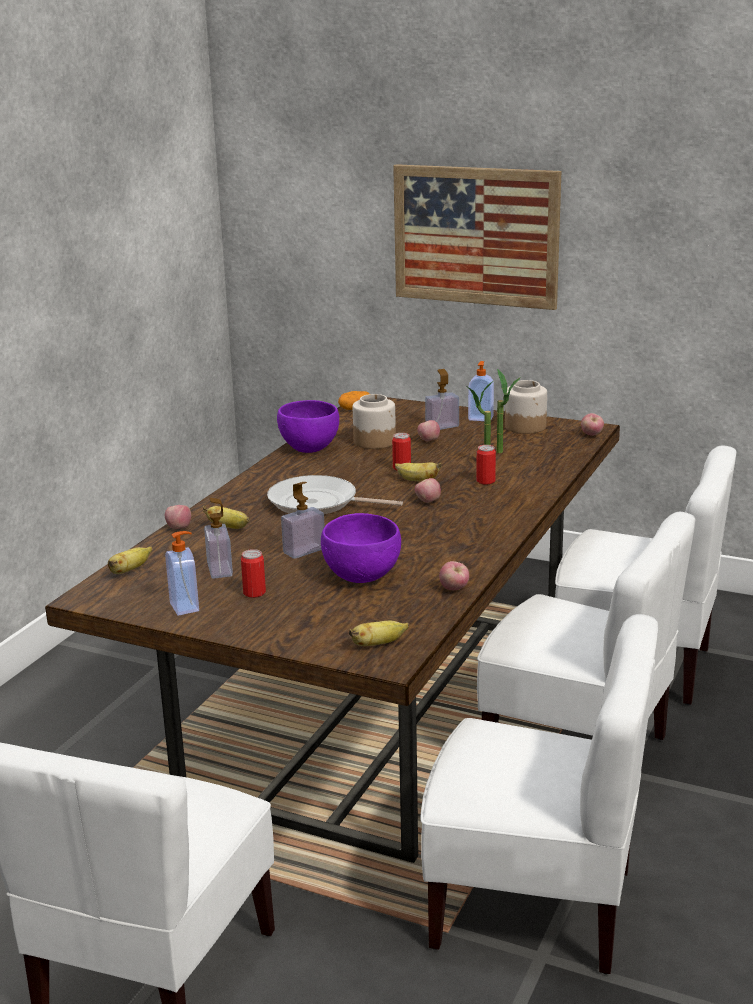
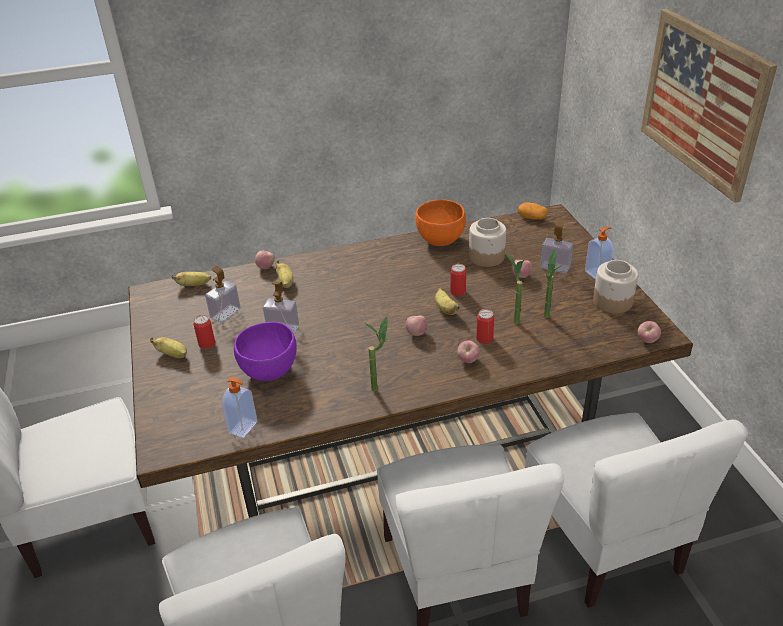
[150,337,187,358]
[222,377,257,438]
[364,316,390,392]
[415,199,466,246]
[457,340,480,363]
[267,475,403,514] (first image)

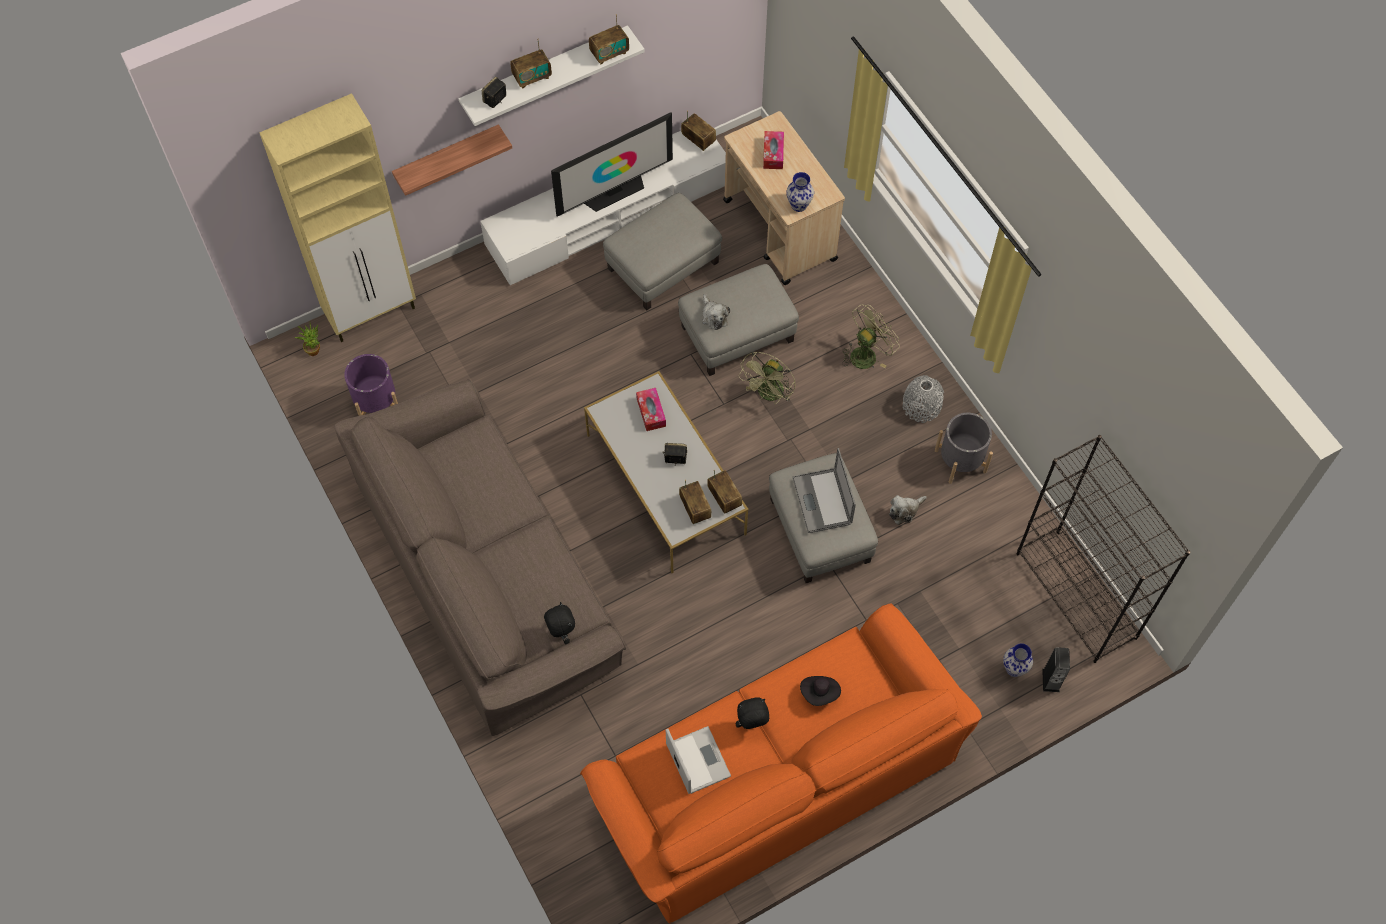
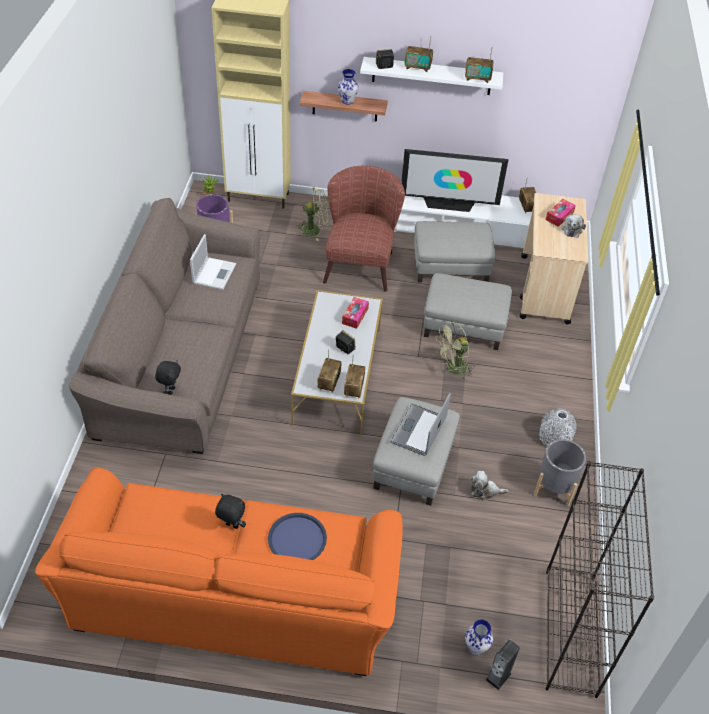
[190,234,236,290]
[268,513,327,560]
[296,186,328,241]
[323,166,405,291]
[338,69,359,105]
[561,214,586,238]

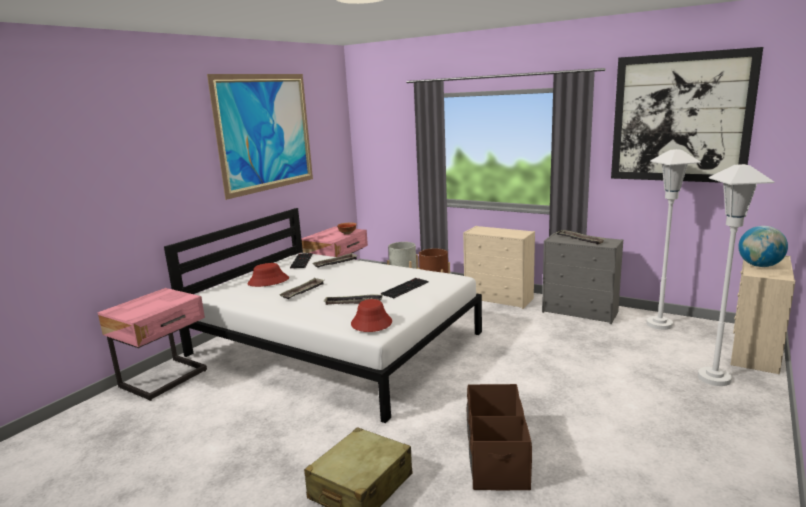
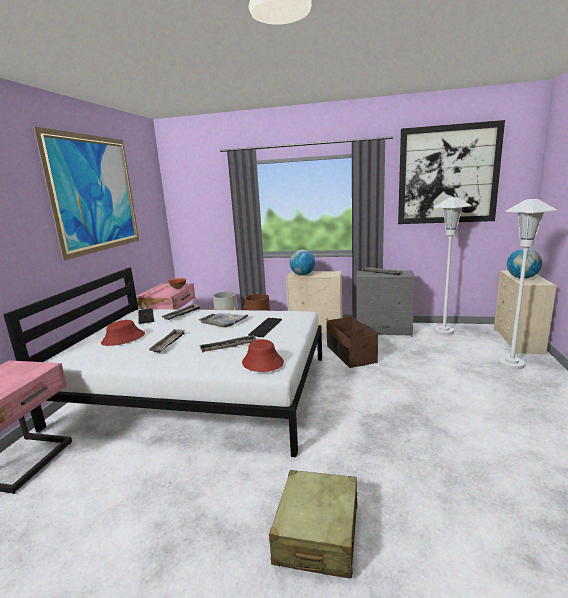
[199,313,249,327]
[289,249,315,275]
[327,317,378,368]

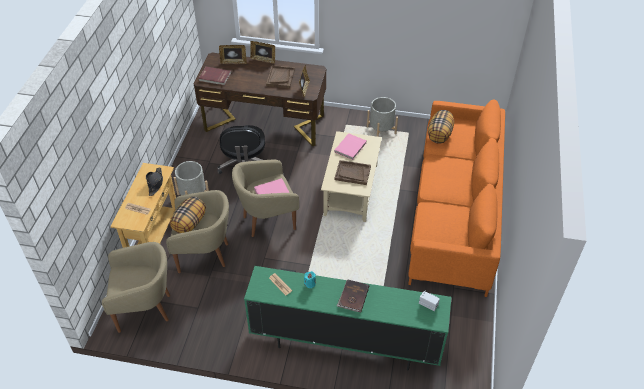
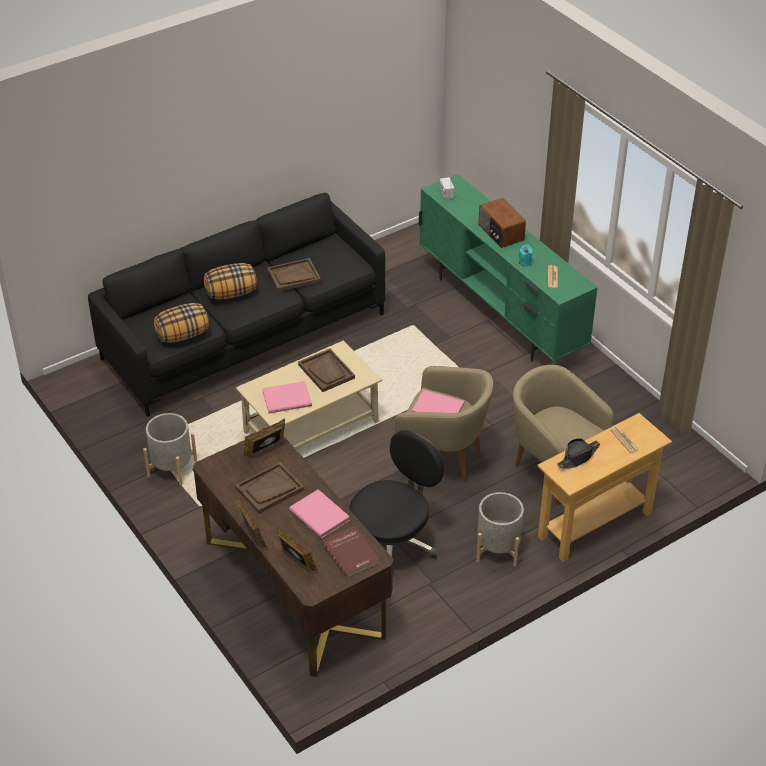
[88,193,385,417]
[204,263,257,300]
[267,258,321,292]
[289,489,350,539]
[479,198,526,248]
[102,242,170,333] (first image)

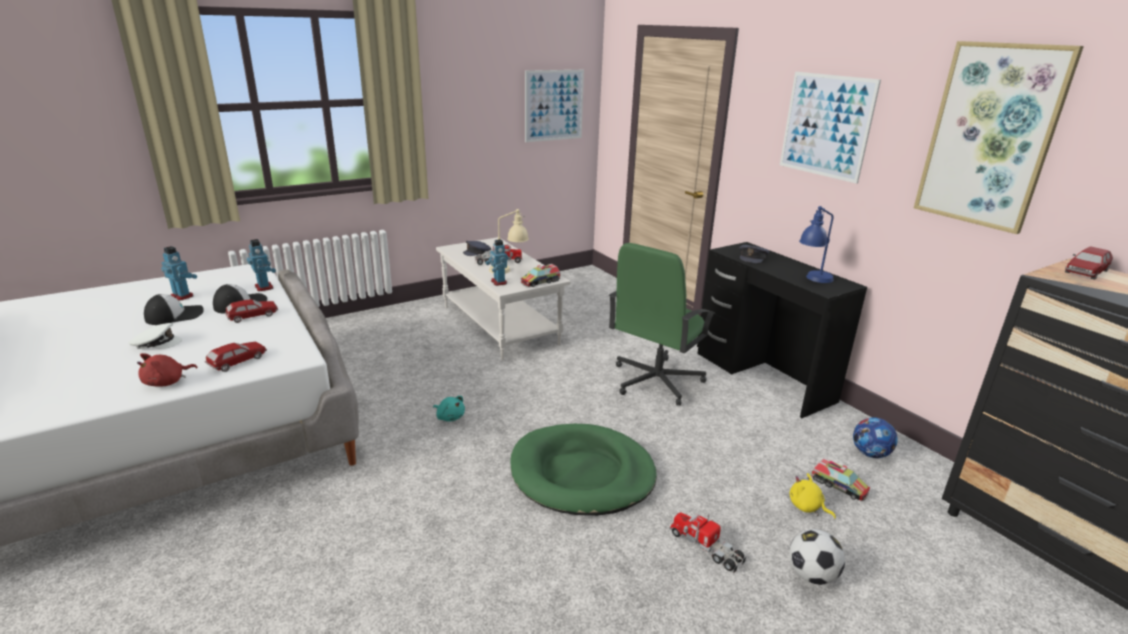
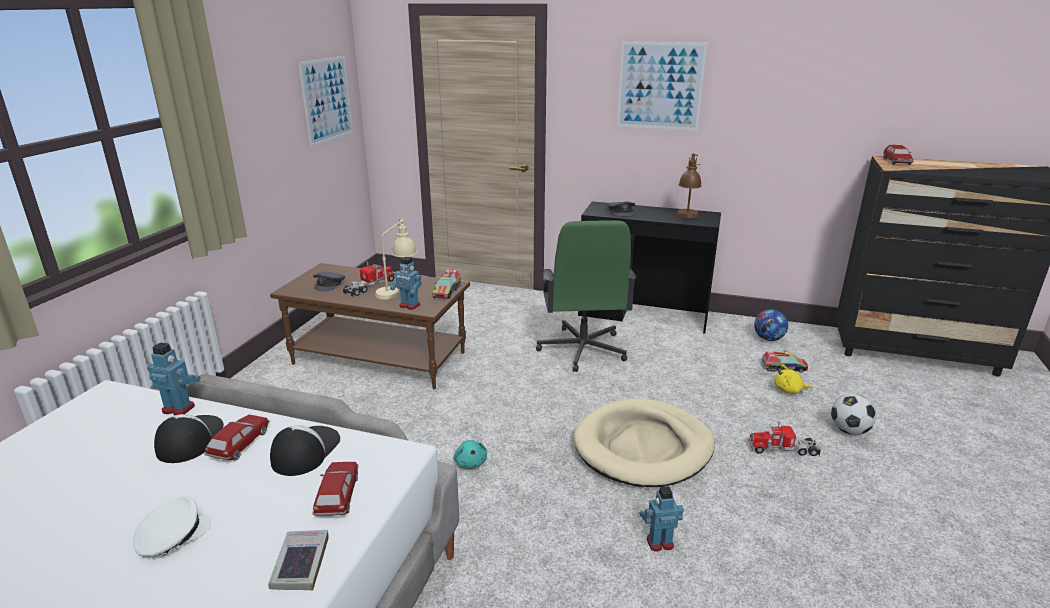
[268,530,329,590]
[270,263,470,389]
[270,425,340,476]
[453,440,487,469]
[573,399,715,487]
[640,486,684,552]
[676,153,701,218]
[914,41,1084,234] (first image)

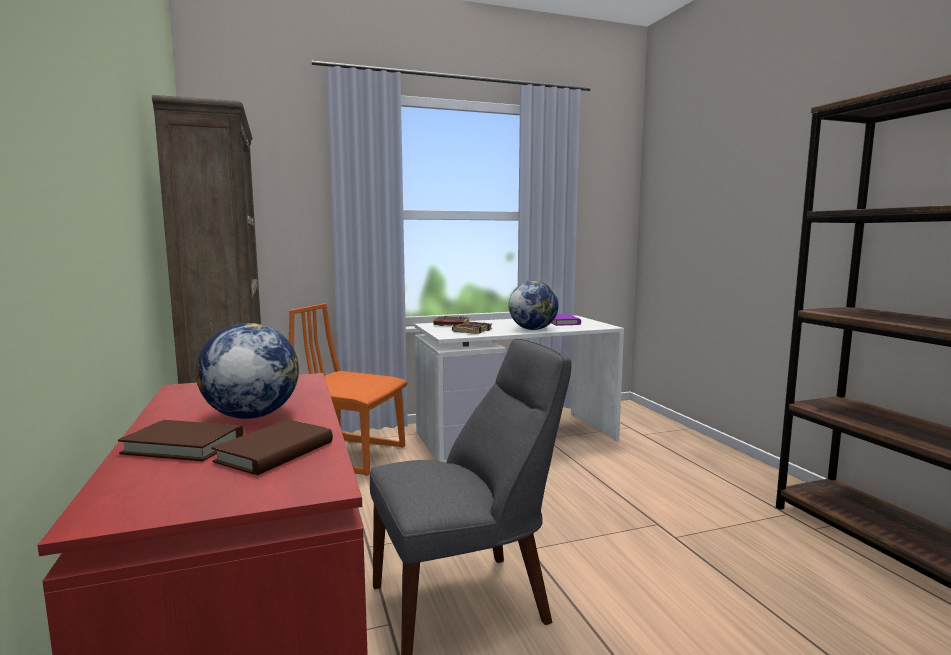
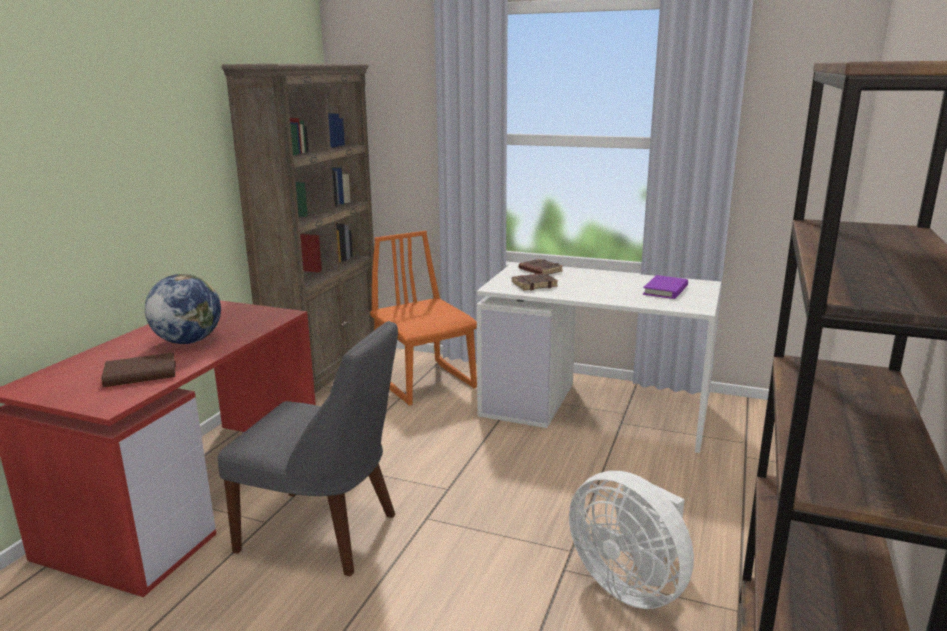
[569,471,694,609]
[118,420,243,461] (first image)
[509,281,559,330] (first image)

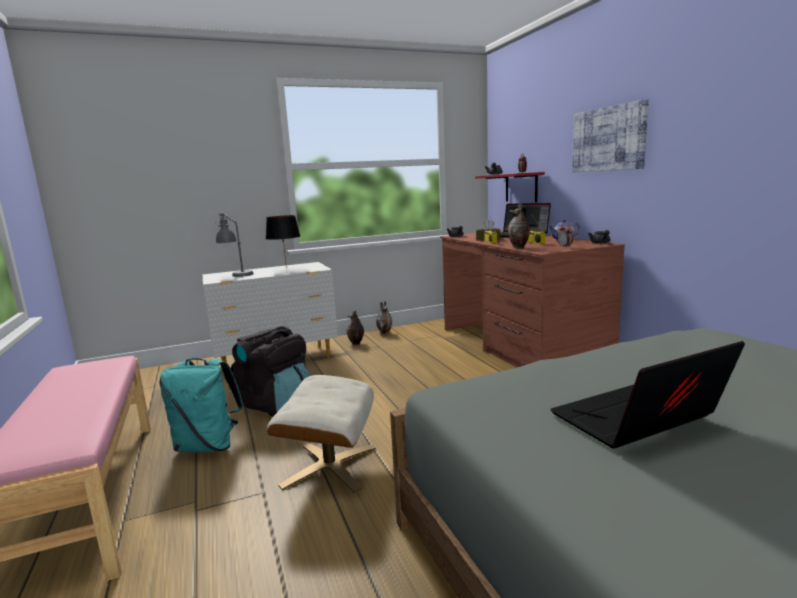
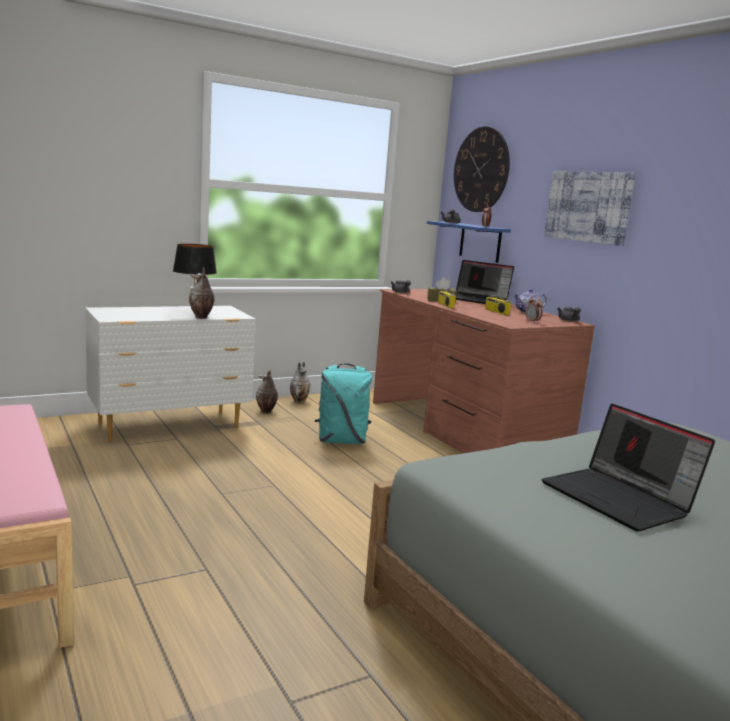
[189,267,214,319]
[315,363,372,444]
[427,221,511,263]
[454,126,510,212]
[541,404,715,531]
[216,213,254,277] (first image)
[230,326,310,416] (first image)
[267,375,376,493] (first image)

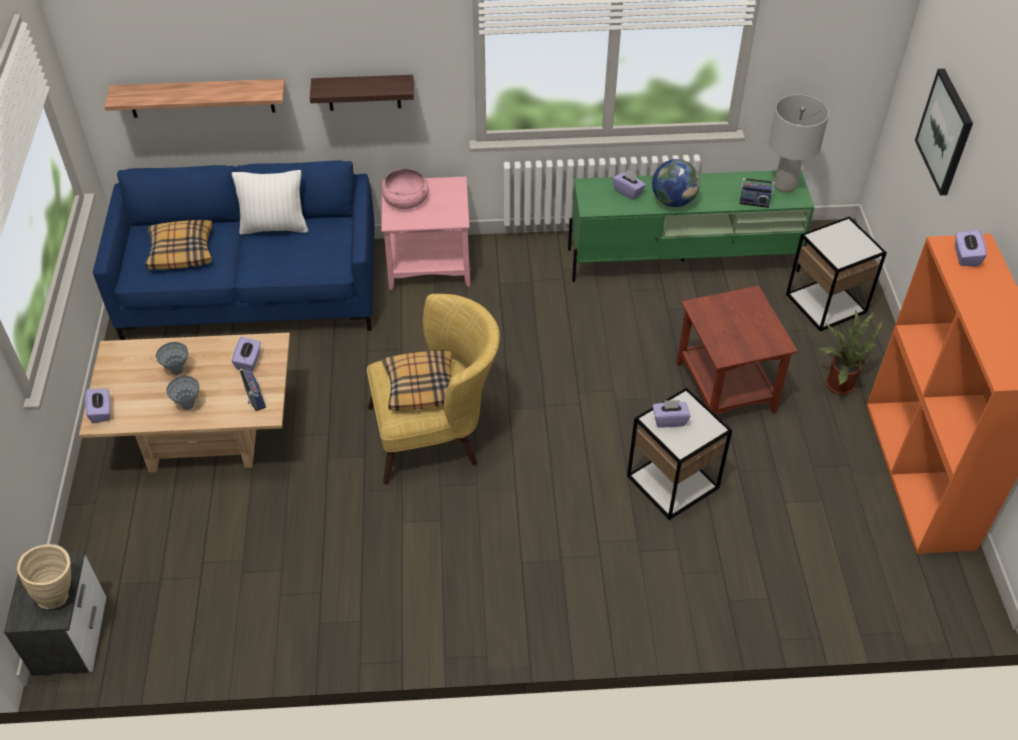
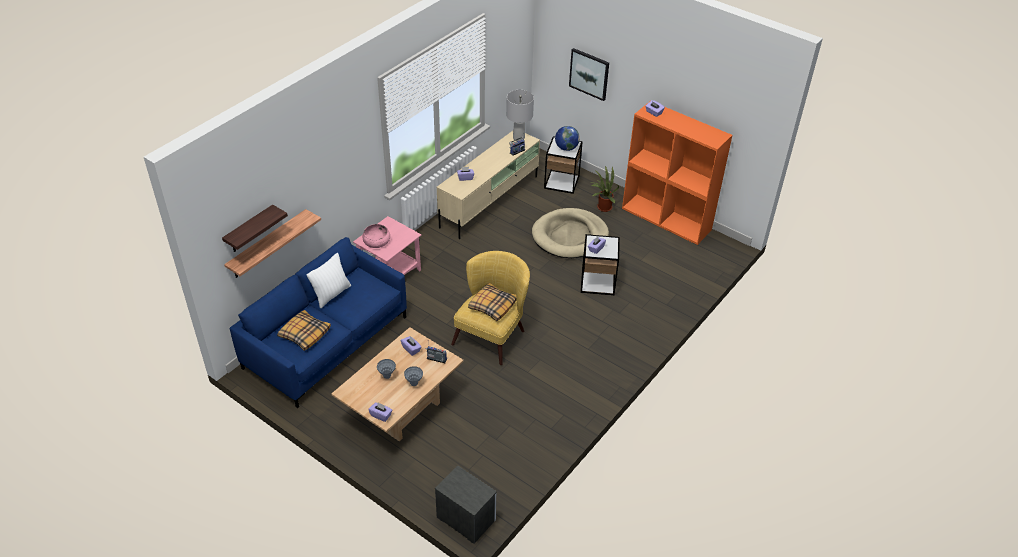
[222,204,288,252]
[437,131,540,239]
[532,208,609,258]
[555,126,580,151]
[17,544,71,609] (first image)

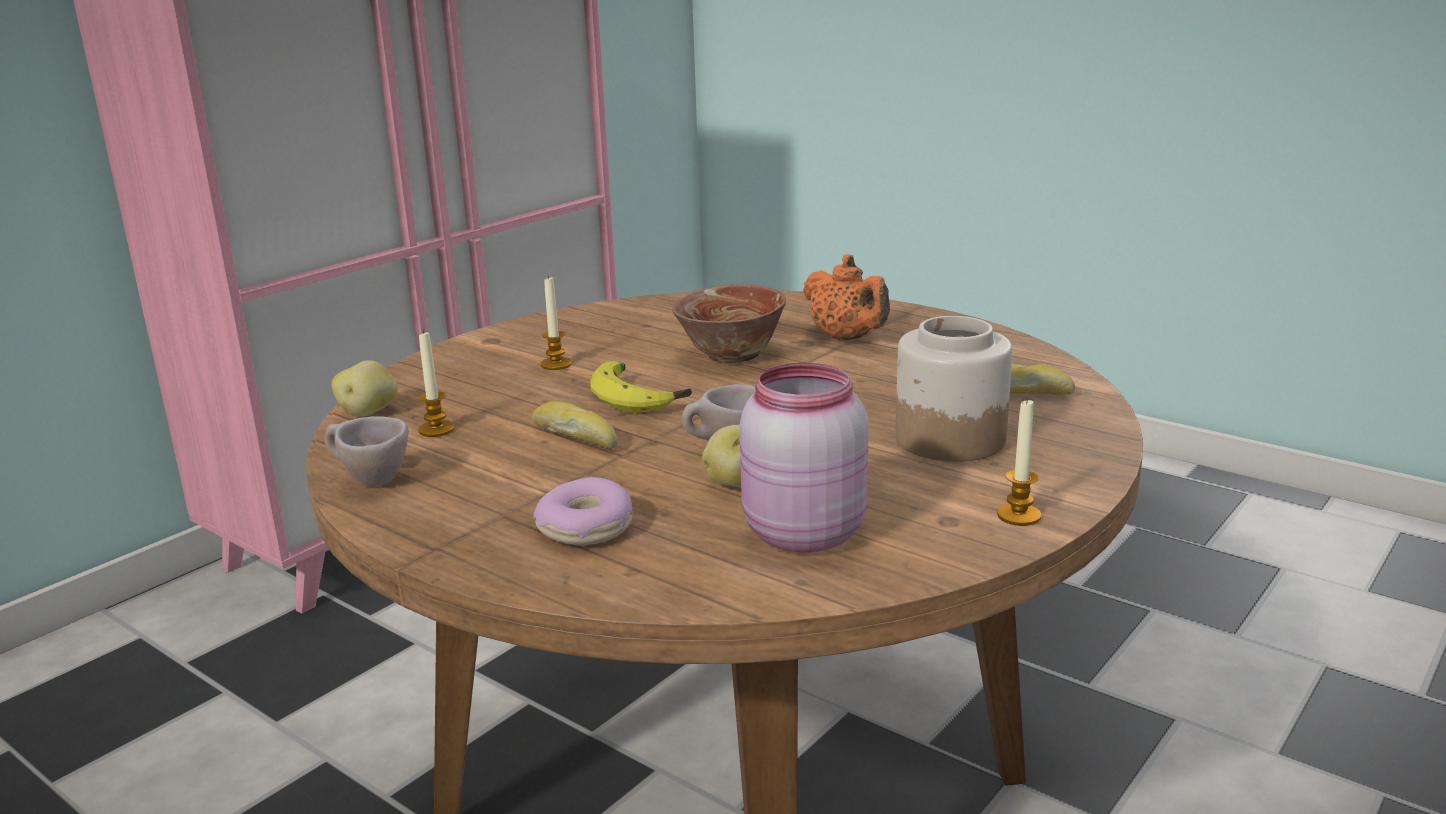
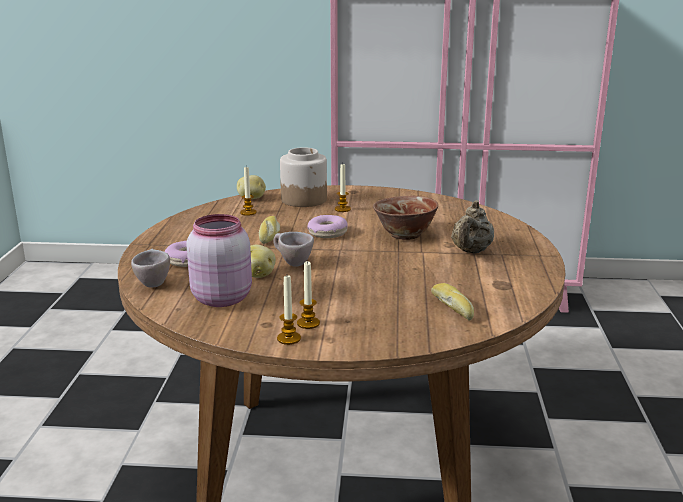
[131,249,170,288]
[280,147,327,207]
[297,261,320,329]
[307,215,348,238]
[451,200,494,254]

